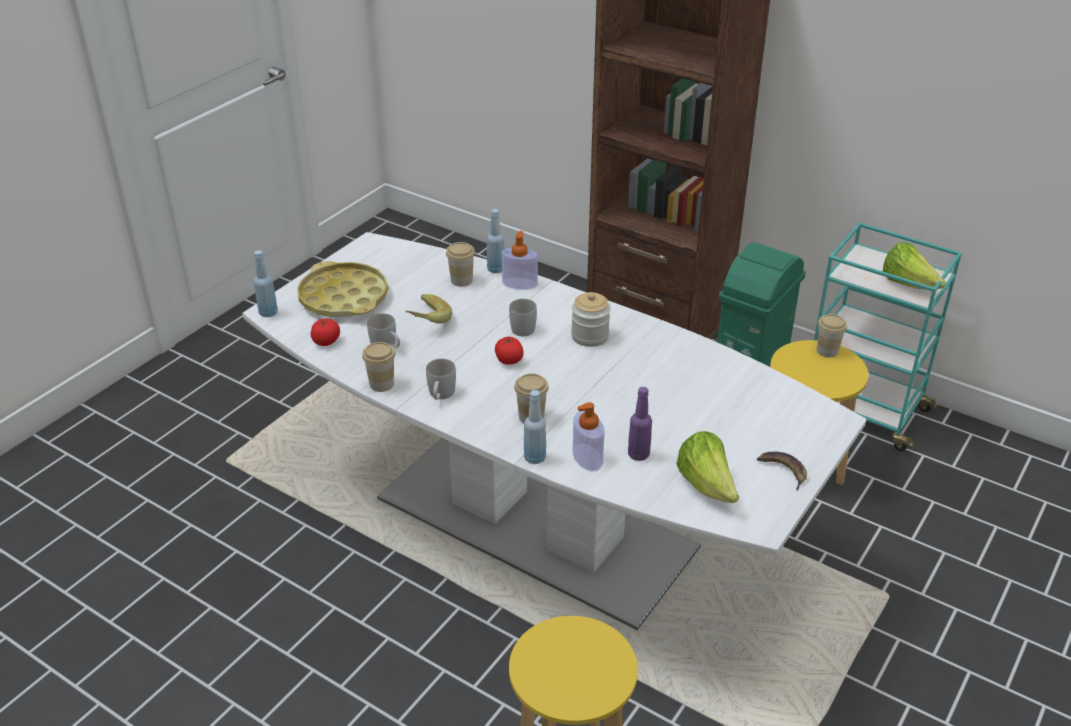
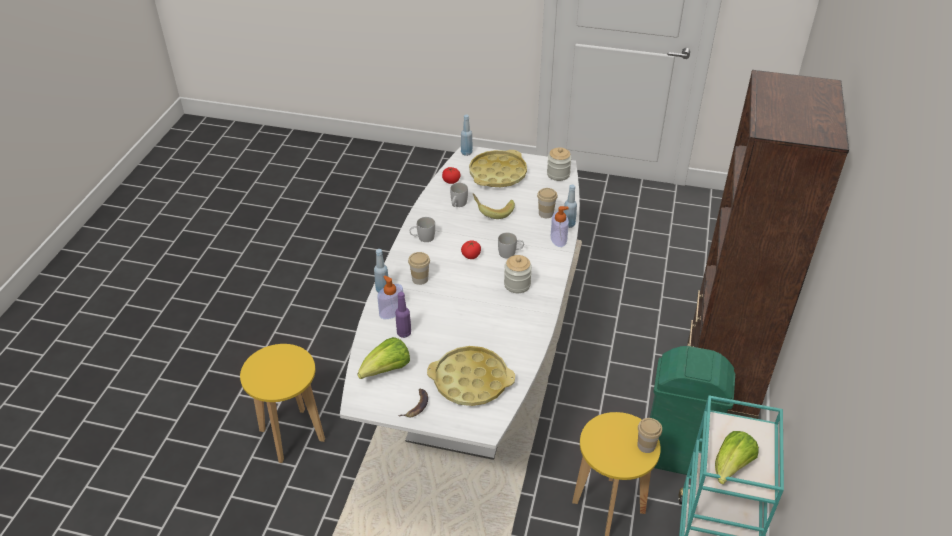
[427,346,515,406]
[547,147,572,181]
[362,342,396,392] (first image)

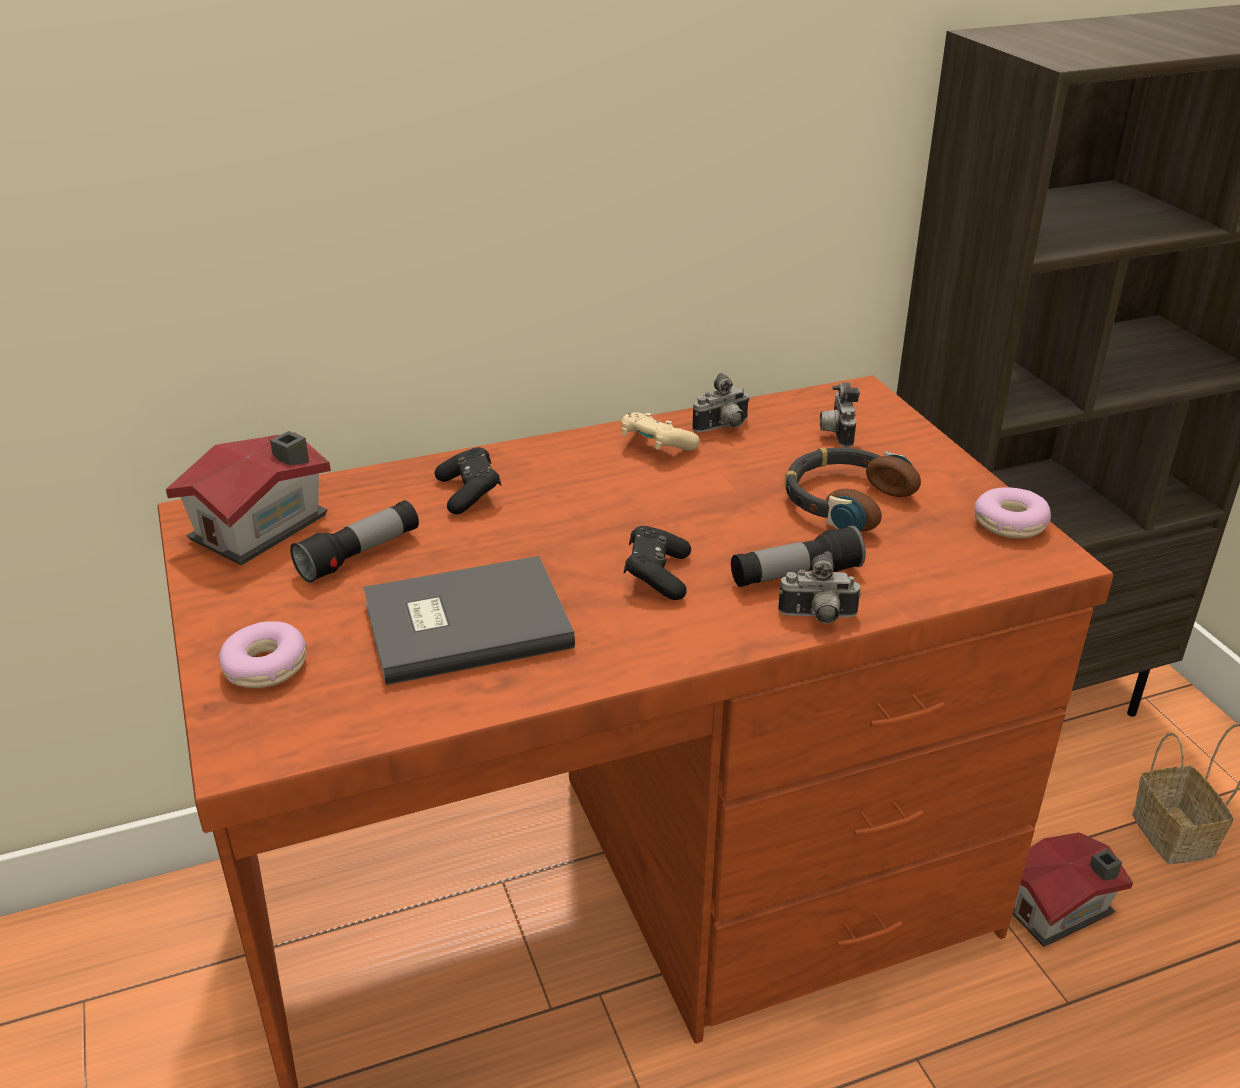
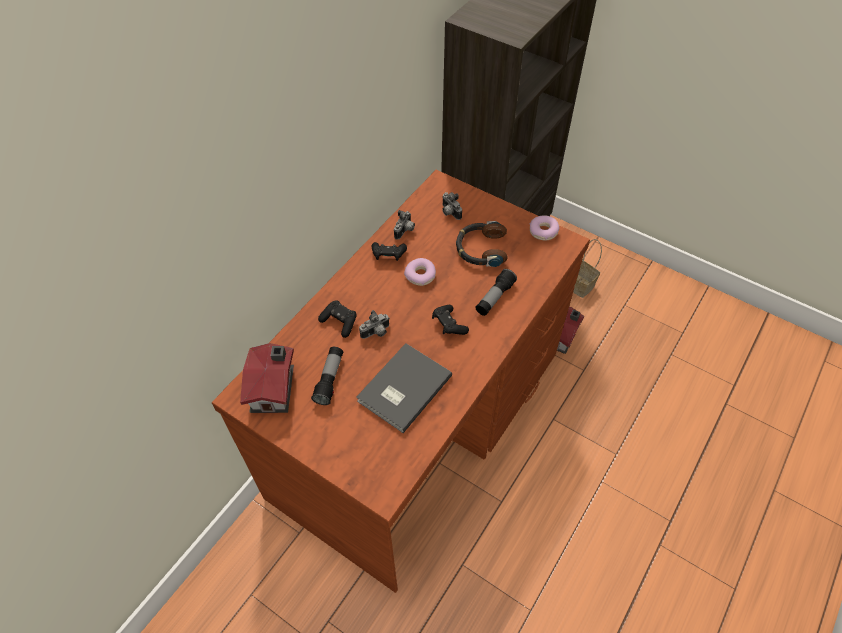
[359,310,390,339]
[372,242,407,261]
[404,258,436,286]

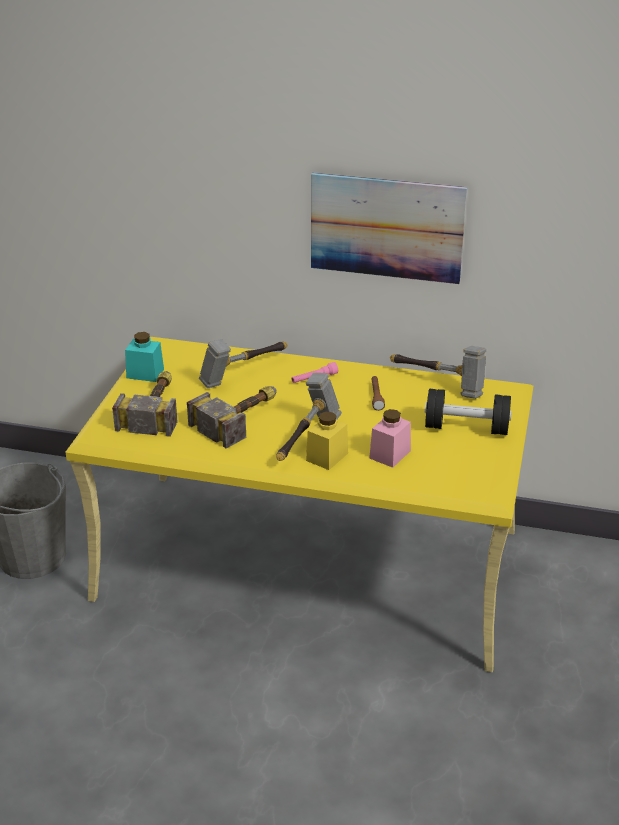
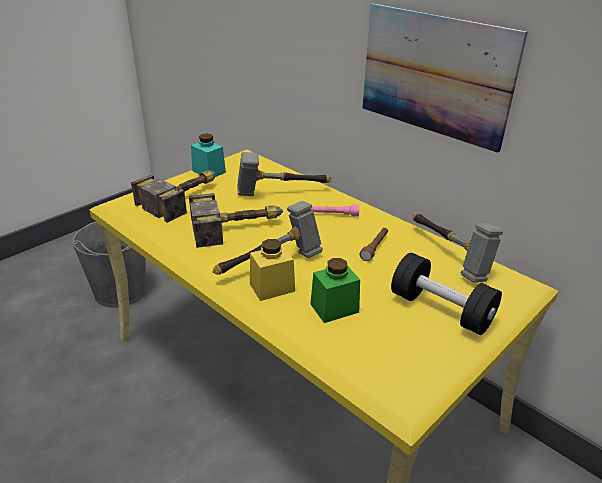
[310,258,360,323]

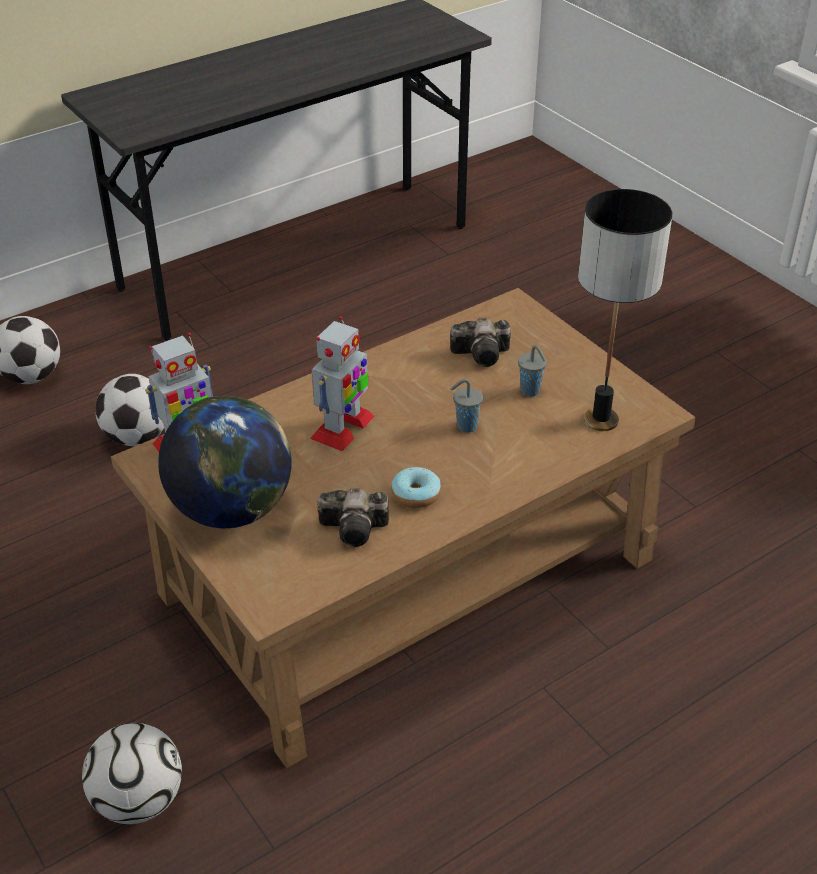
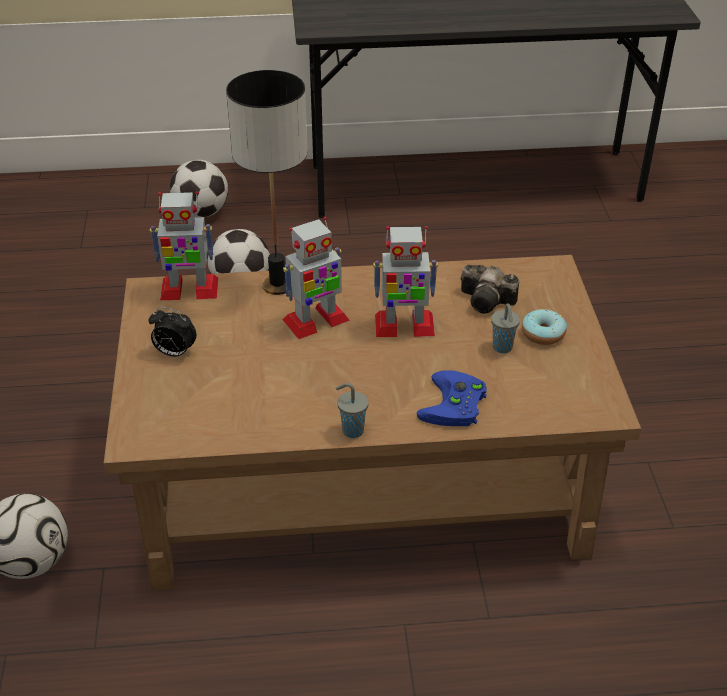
[149,307,197,357]
[226,70,308,295]
[336,383,369,438]
[373,226,438,337]
[417,370,487,426]
[522,309,567,345]
[317,488,389,547] (first image)

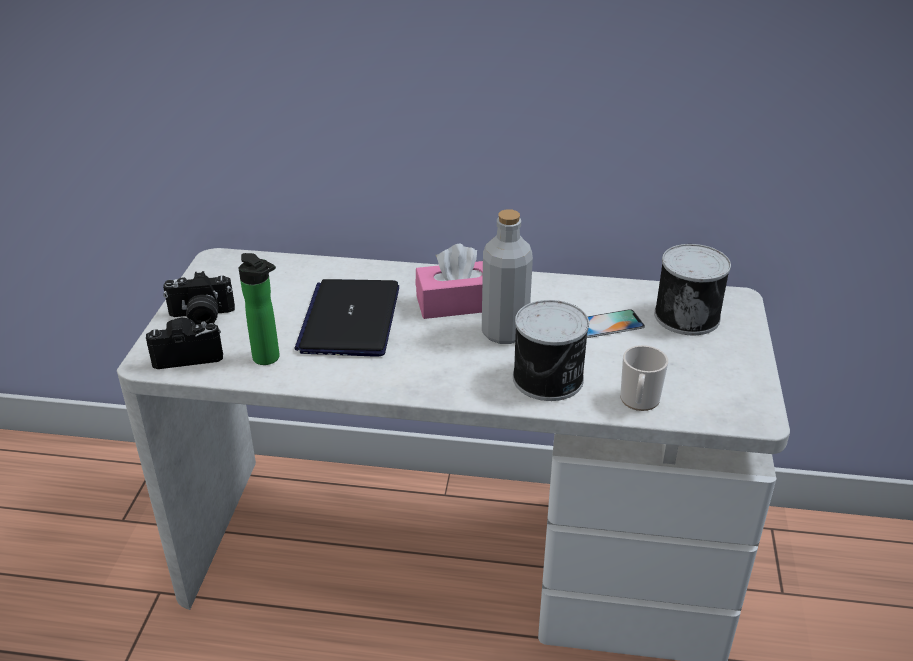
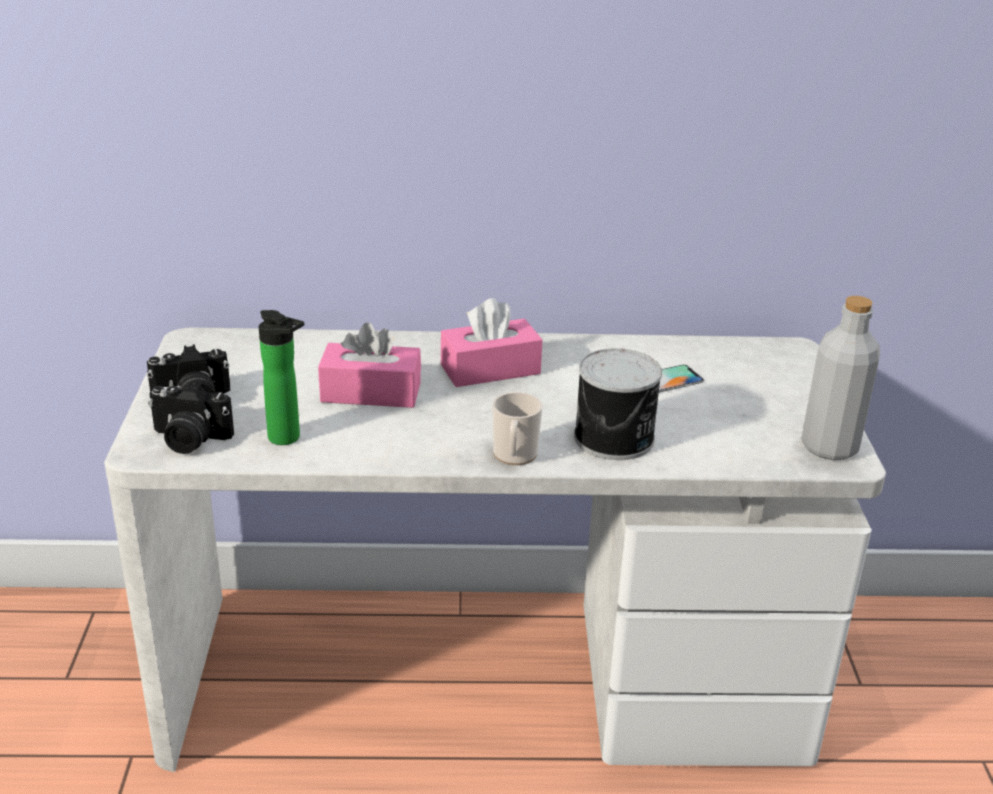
[148,382,234,454]
[318,322,421,408]
[492,392,542,465]
[801,296,881,460]
[654,244,731,335] (first image)

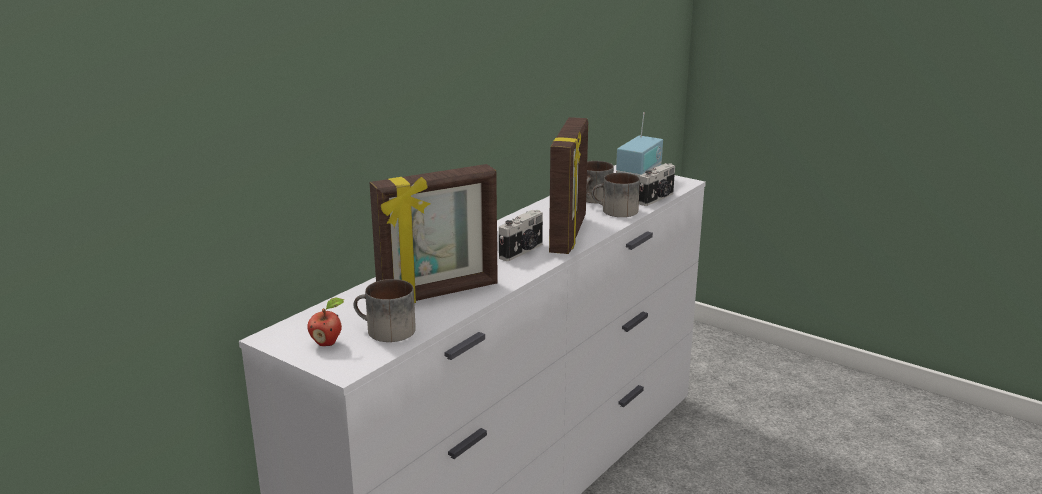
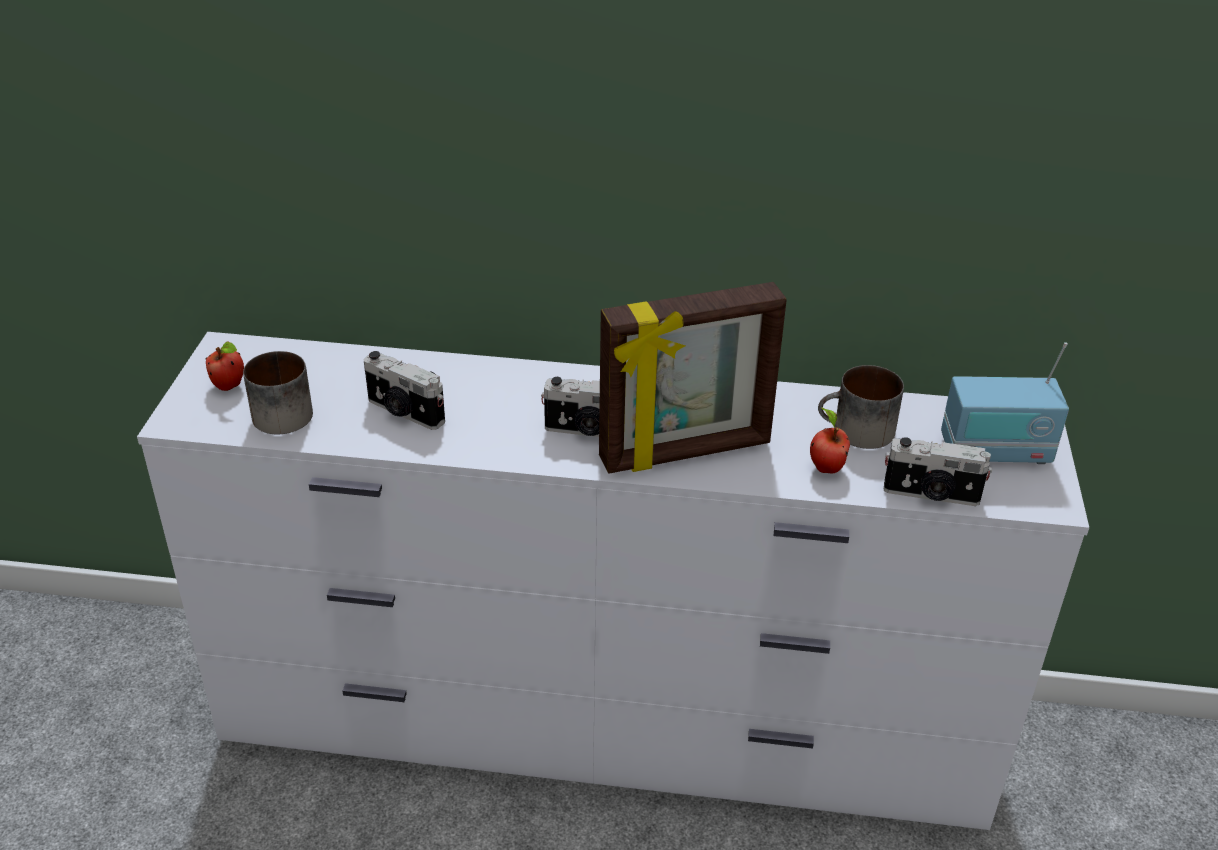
[364,351,445,430]
[810,407,850,473]

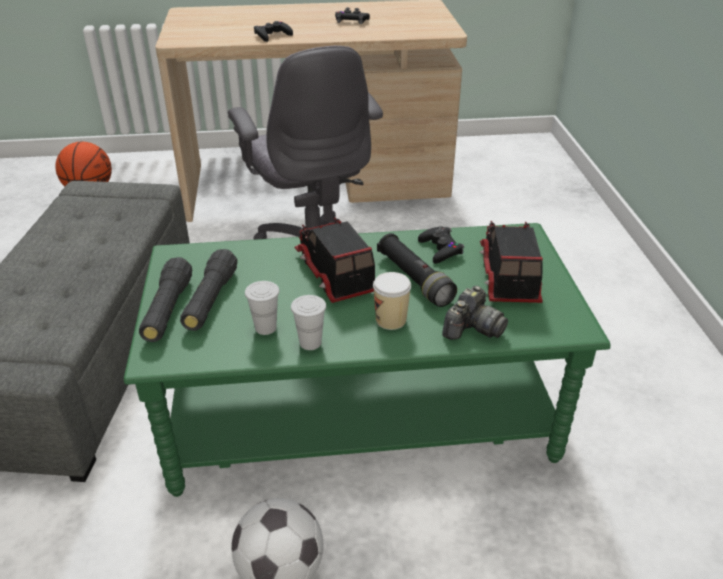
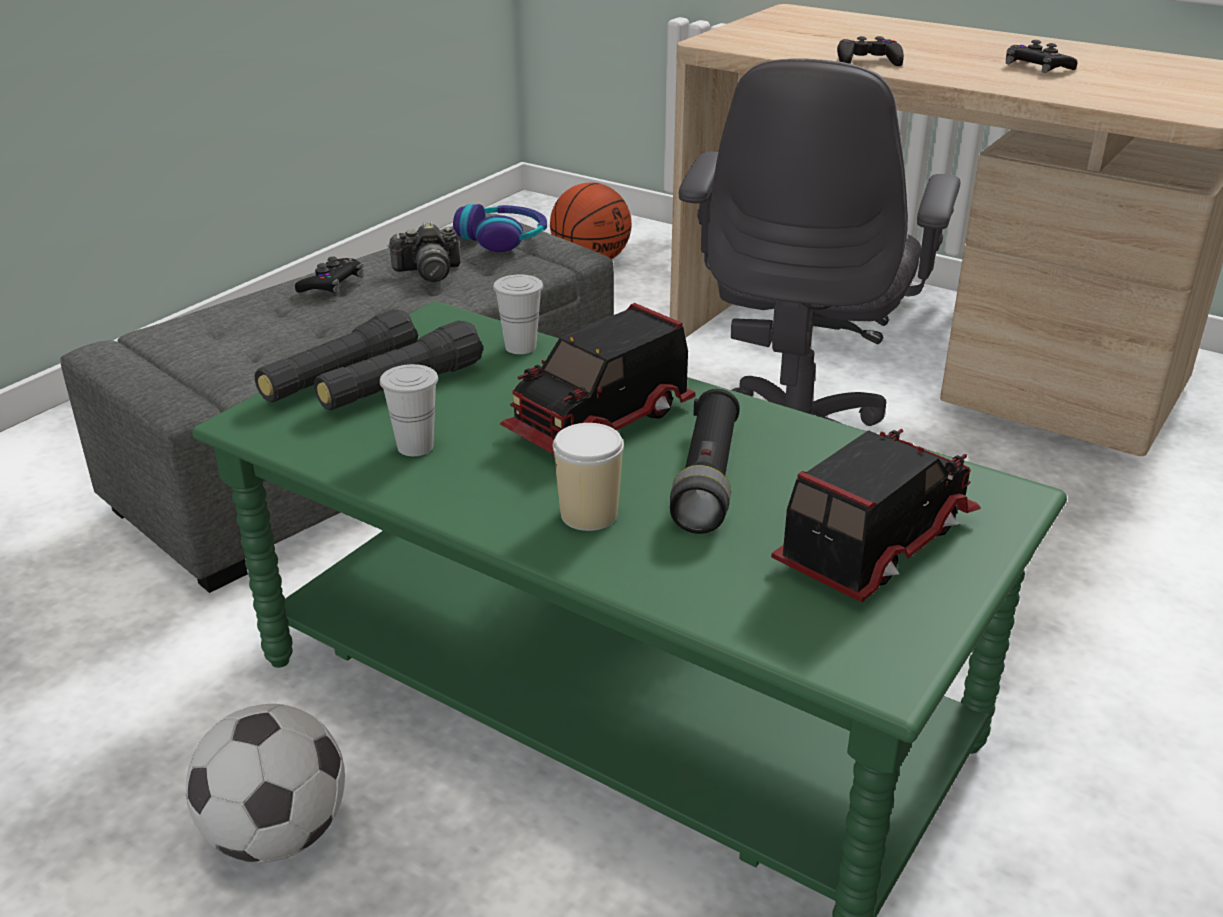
[295,256,364,294]
[387,222,460,282]
[453,204,547,252]
[493,275,543,354]
[500,303,696,454]

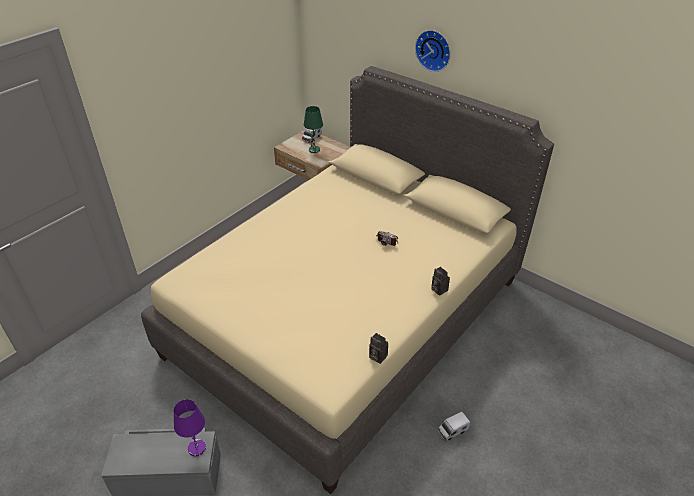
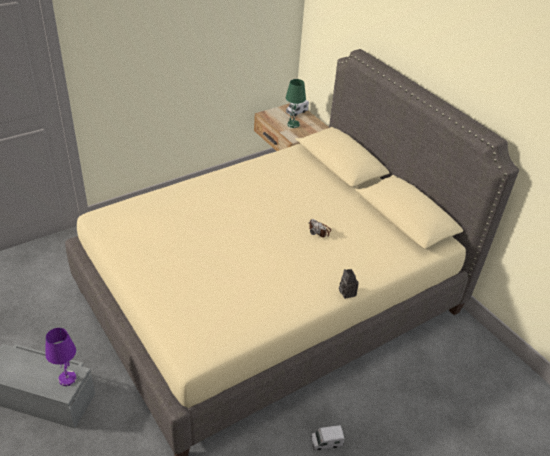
[369,333,388,364] (first image)
[415,30,451,72] (first image)

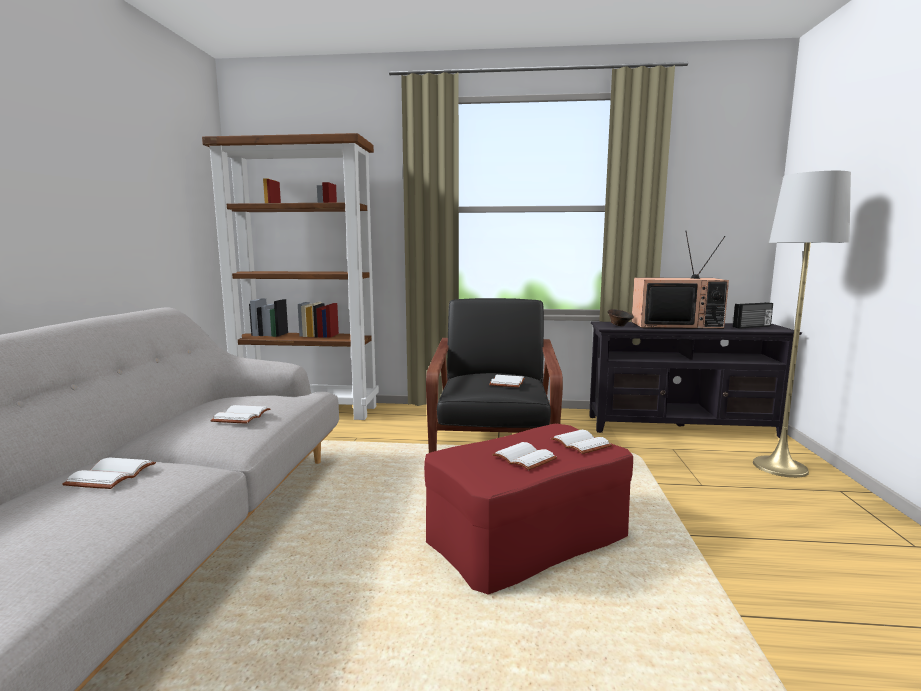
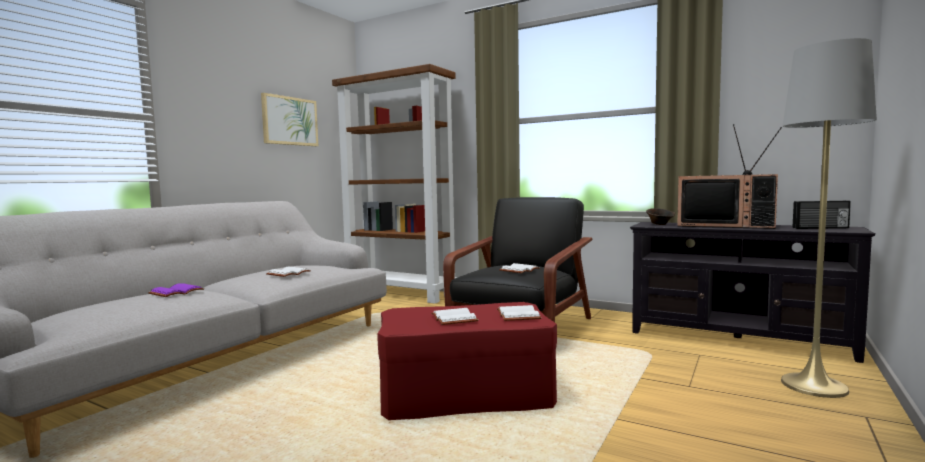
[148,283,204,297]
[261,93,318,146]

